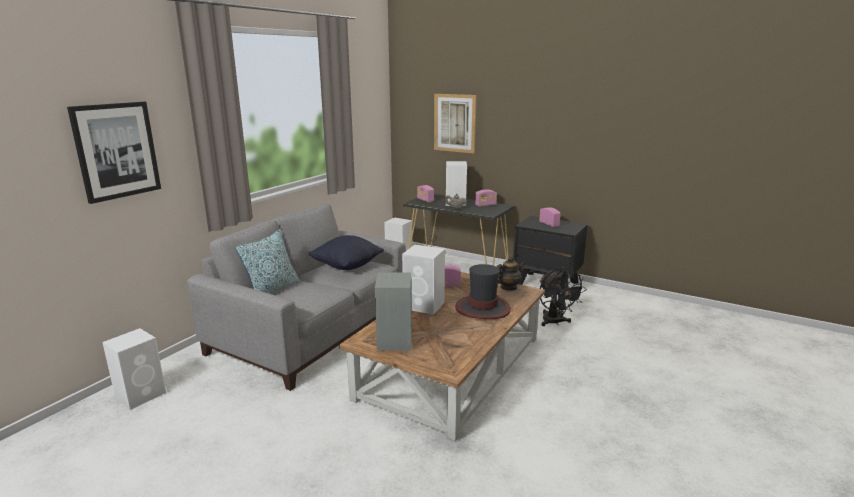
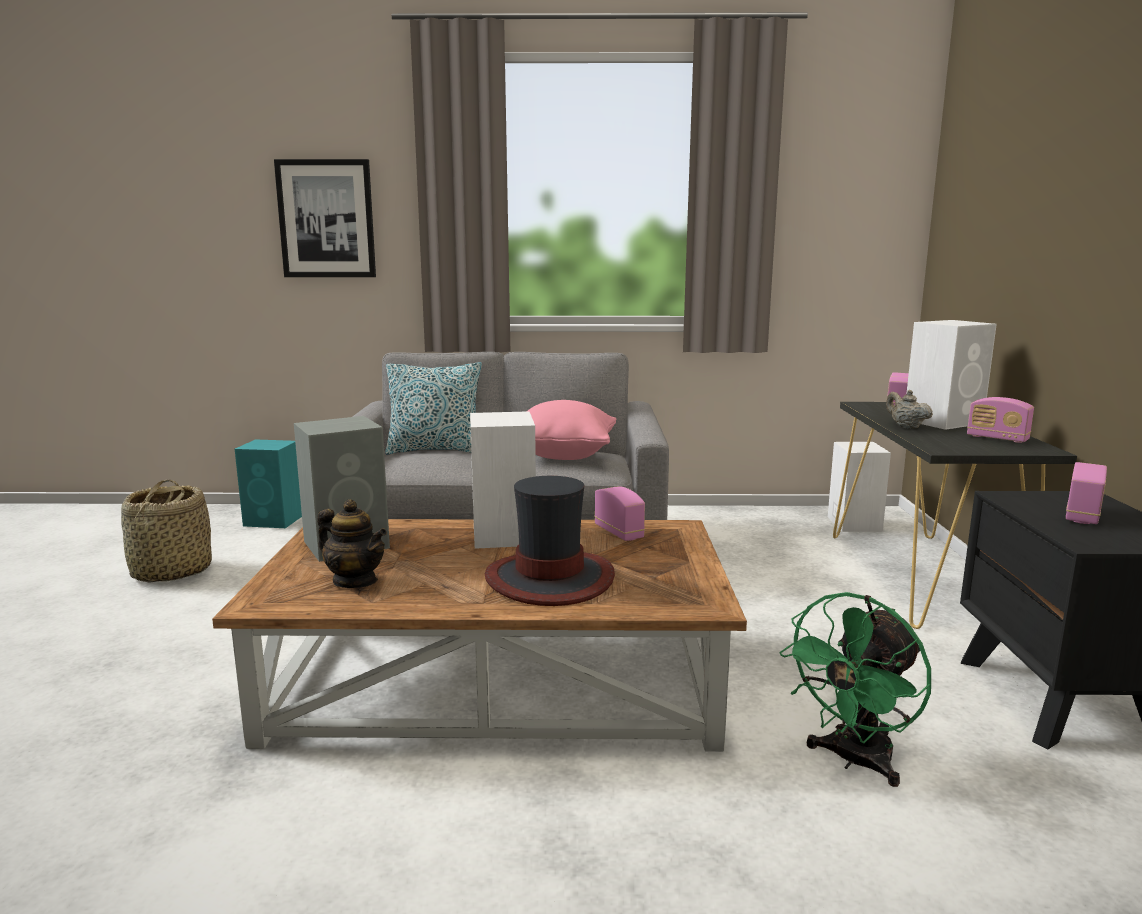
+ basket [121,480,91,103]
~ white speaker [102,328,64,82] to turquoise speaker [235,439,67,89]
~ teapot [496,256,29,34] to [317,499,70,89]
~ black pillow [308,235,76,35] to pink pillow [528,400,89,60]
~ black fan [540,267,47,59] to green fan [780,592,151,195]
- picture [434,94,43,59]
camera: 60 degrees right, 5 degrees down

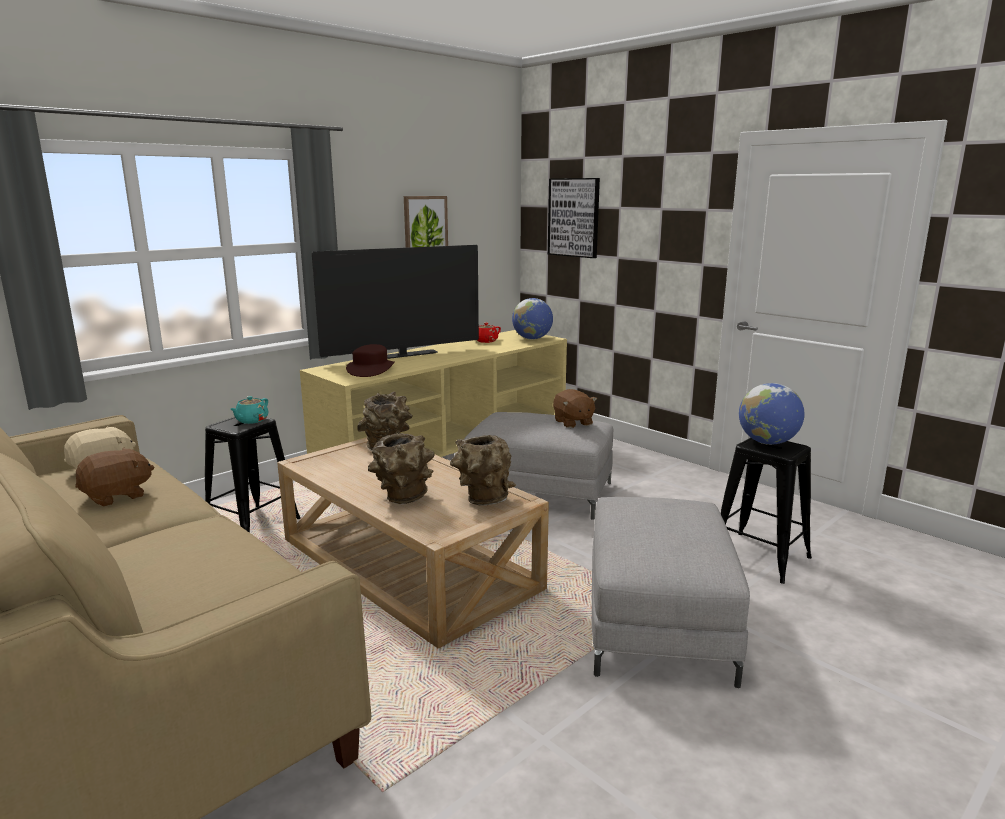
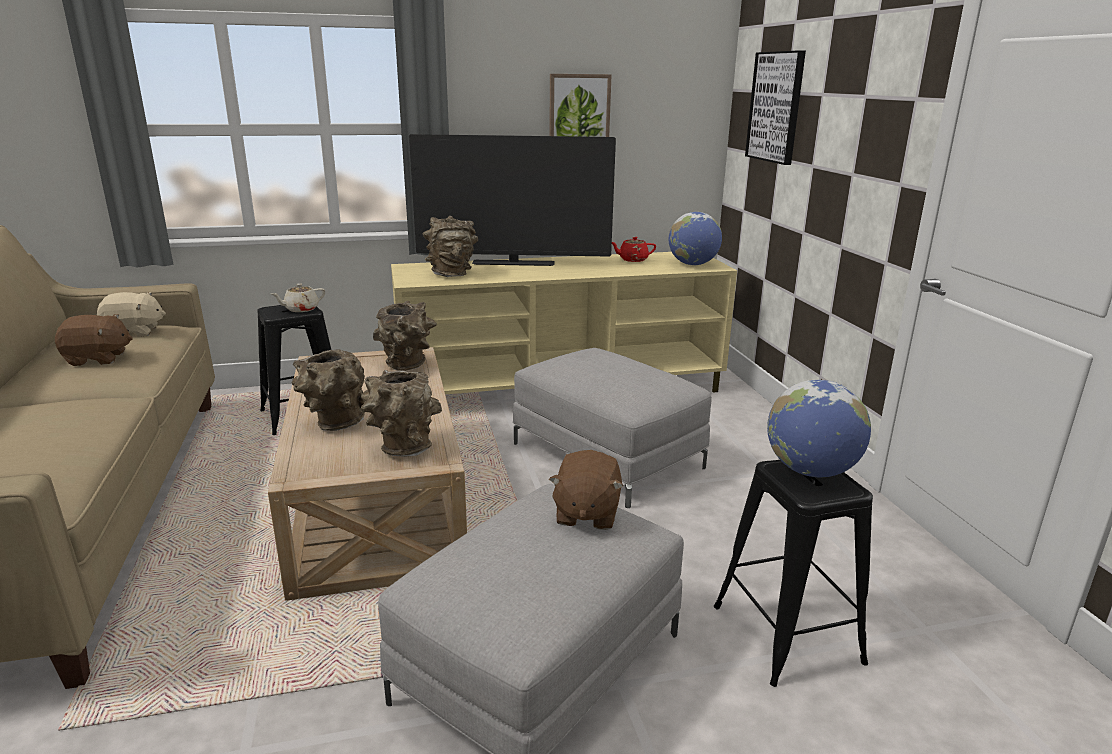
~ turquoise teapot [231,396,37,28] to beige teapot [271,283,54,29]
~ brown hat [346,344,49,33] to brown vase [423,216,55,61]
~ brown plush toy [553,389,44,39] to [549,450,74,80]
camera: 30 degrees right, 5 degrees up

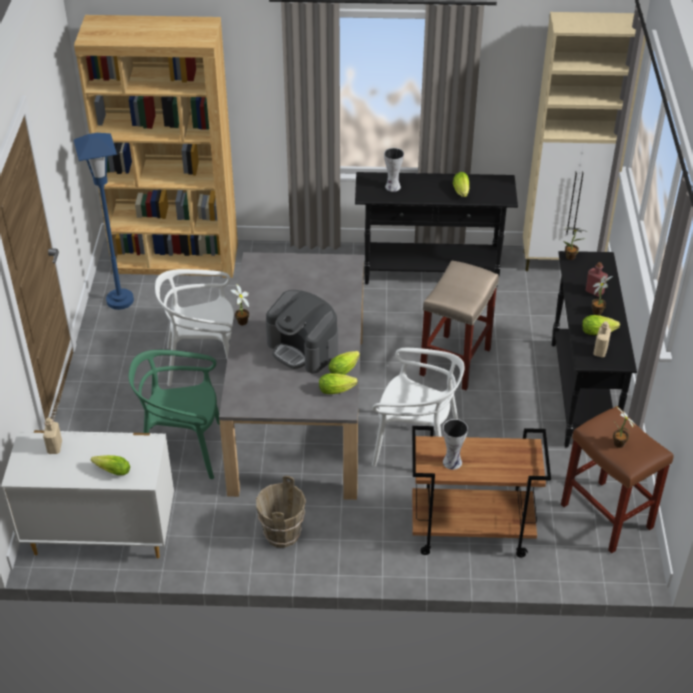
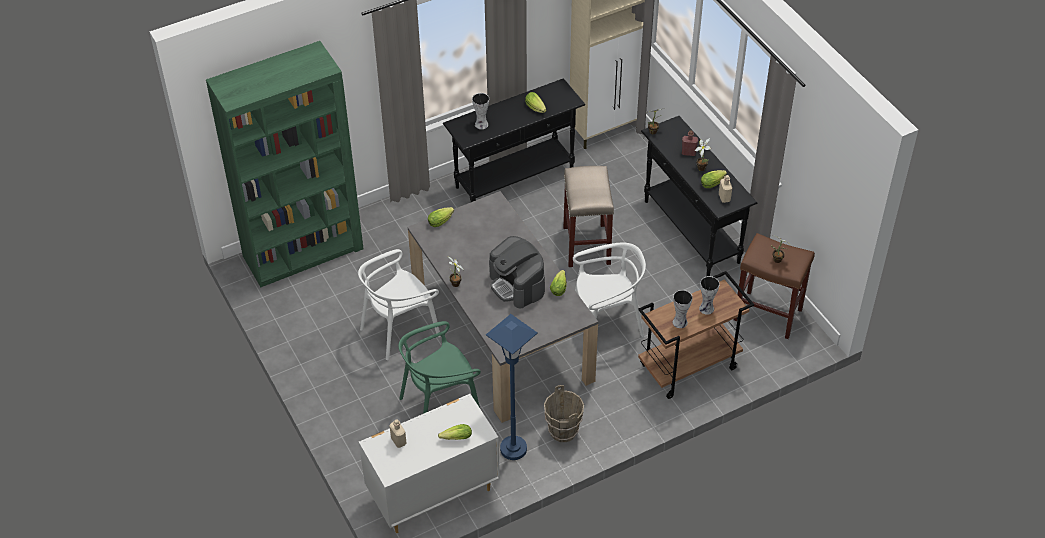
~ brown bookcase [74,15,164,263] to green bookcase [206,41,157,246]
~ lettuce [319,373,39,21] to [428,207,26,20]
~ blue floor lamp [74,133,60,177] to [486,314,52,146]
~ coffee machine [266,290,72,83] = [489,236,56,72] 45 degrees clockwise
+ vase [699,276,21,39]
camera: 30 degrees left, 5 degrees up

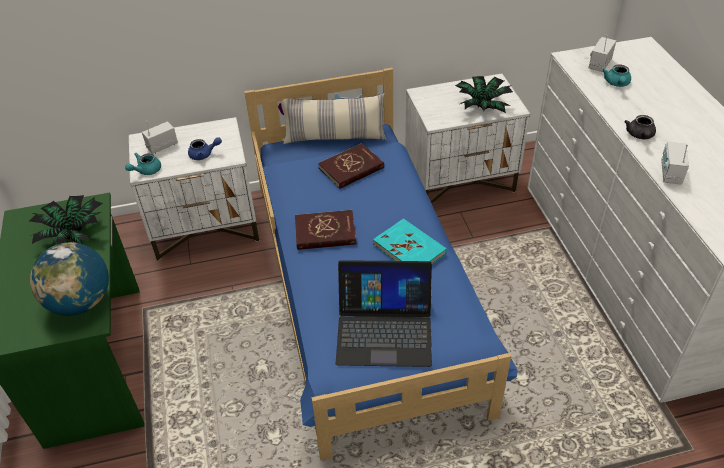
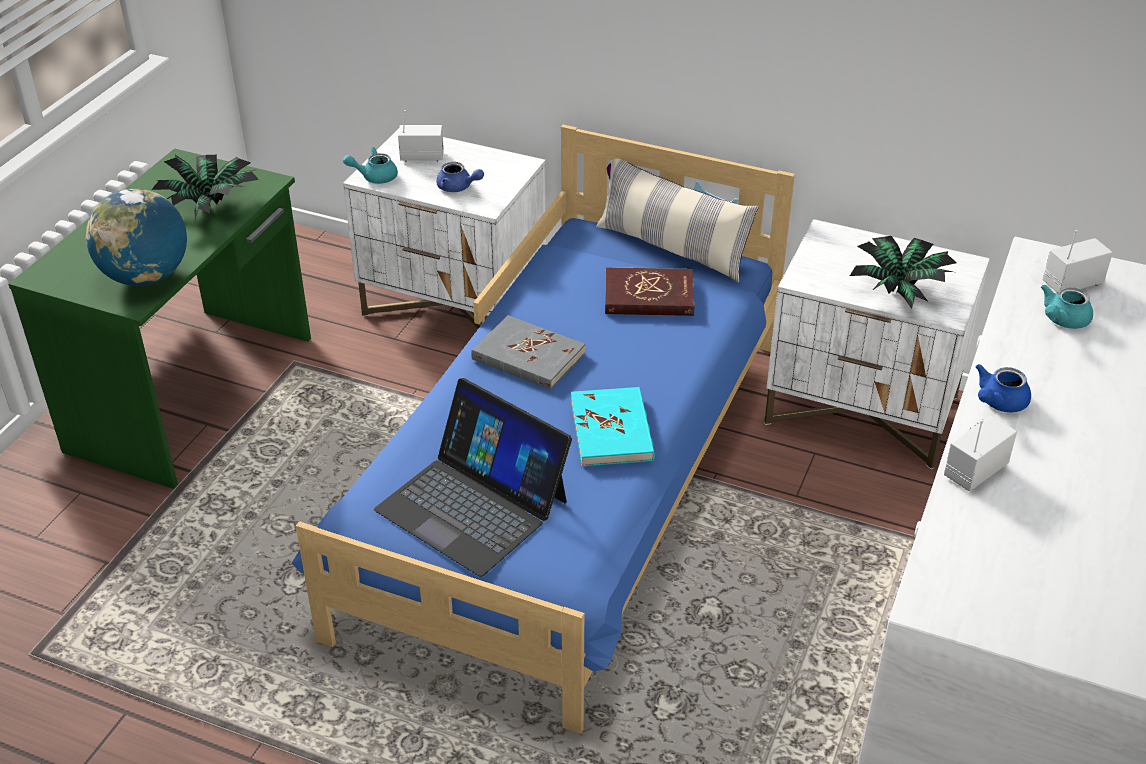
~ red book [295,210,61,40] to grey book [471,315,114,75]
~ grey teapot [624,115,32,24] to blue teapot [976,364,55,48]
camera: 35 degrees right, 5 degrees down

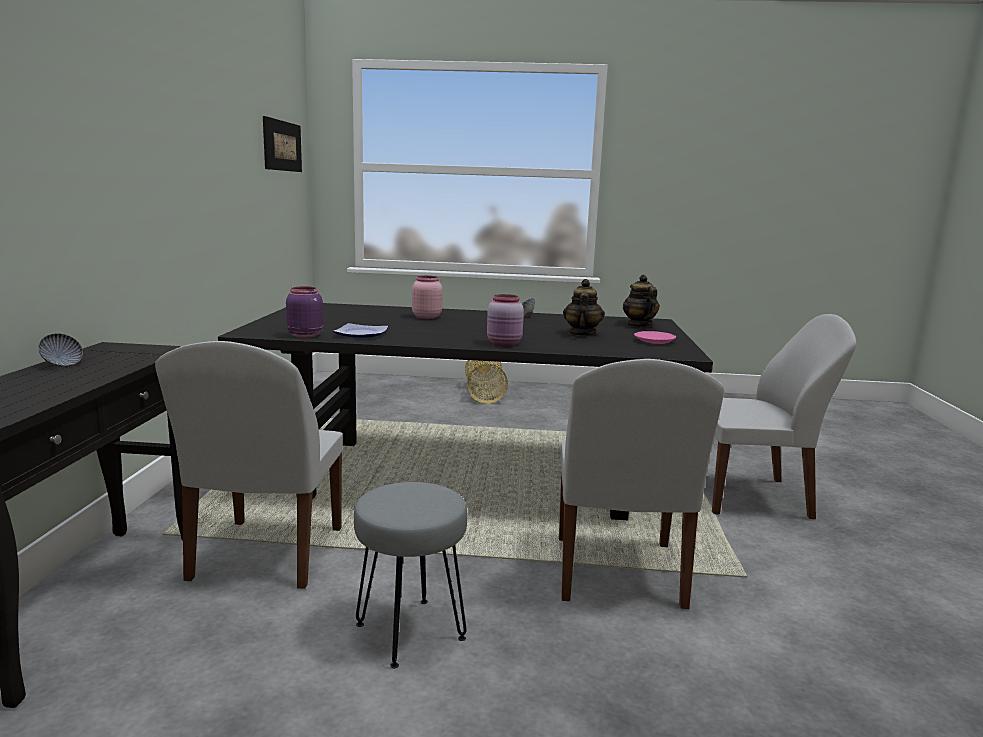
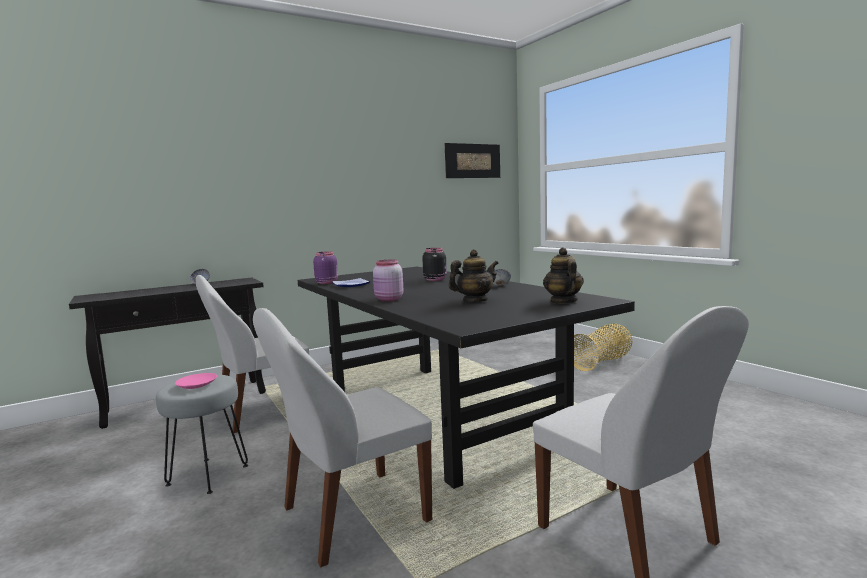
~ pink plate [634,331,42,13] to [175,373,42,16]
~ pink jar [412,276,31,43] to black jar [422,248,25,33]
~ teapot [623,275,37,52] = [543,248,41,56] 45 degrees counterclockwise
camera: 55 degrees right, 5 degrees down

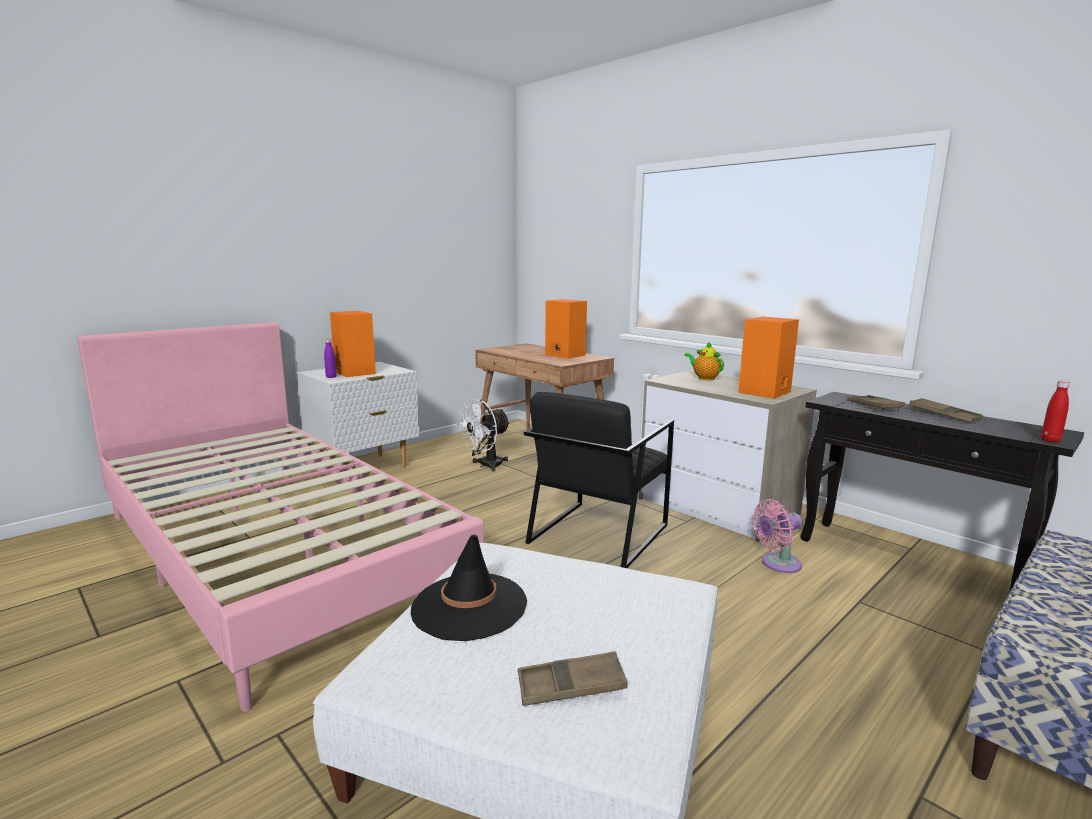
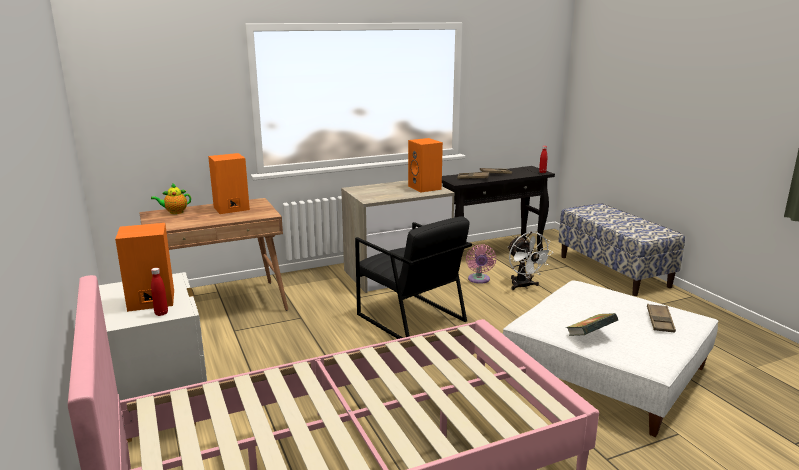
~ teapot [684,341,40,39] to [151,183,40,31]
~ purple bottle [324,339,13,39] to red bottle [151,268,17,48]
~ white fan [457,399,53,73] to [508,232,46,58]
~ black hat [411,535,116,106] to book [566,313,52,23]
camera: 70 degrees left, 5 degrees up

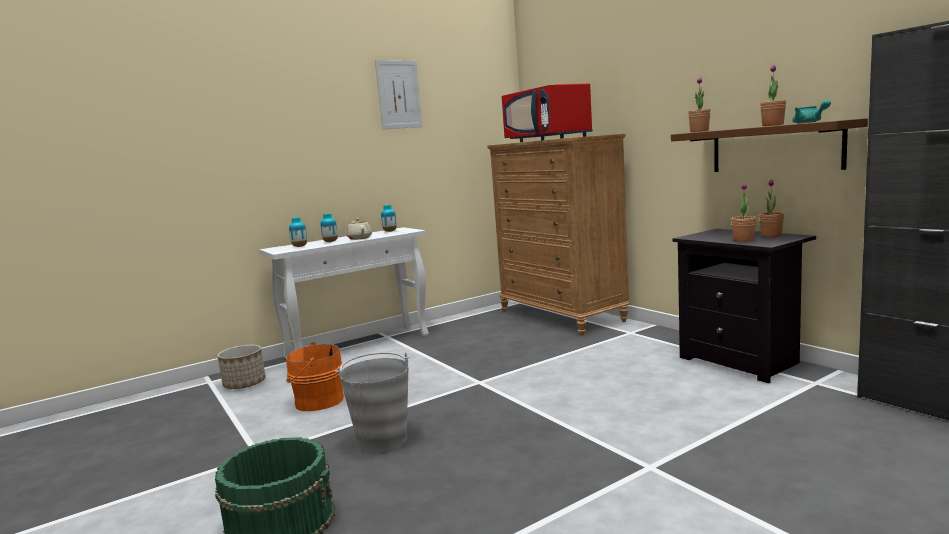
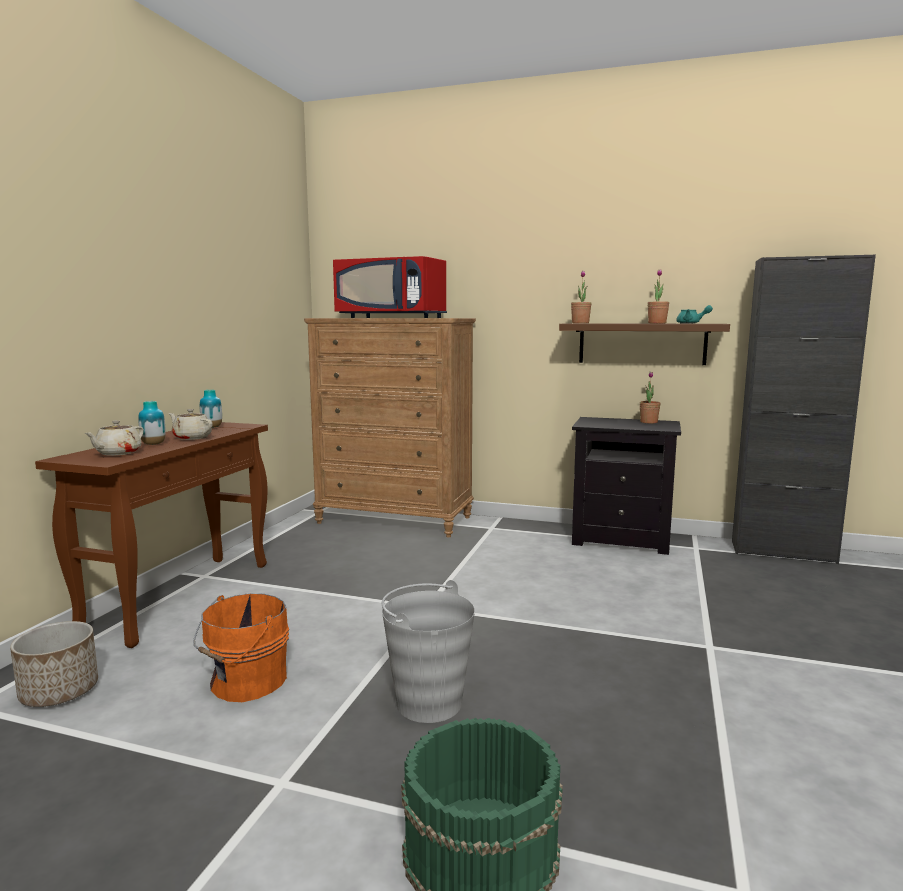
~ white console table [259,227,170,132] to brown console table [35,422,233,226]
~ vase [289,217,18,30] to beige teapot [85,420,59,36]
- picture [375,60,48,69]
- potted plant [731,183,25,59]
camera: 40 degrees left, 0 degrees up

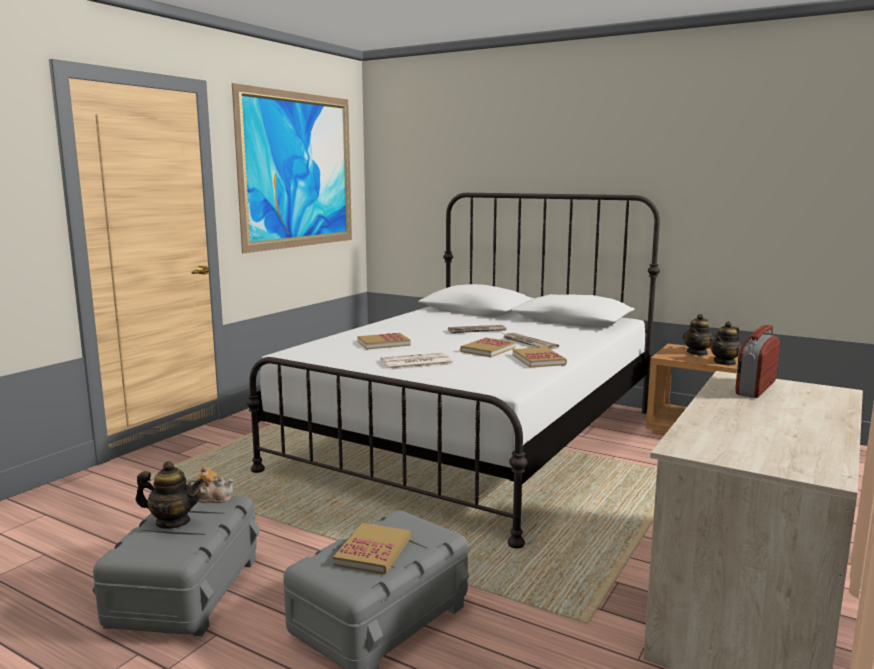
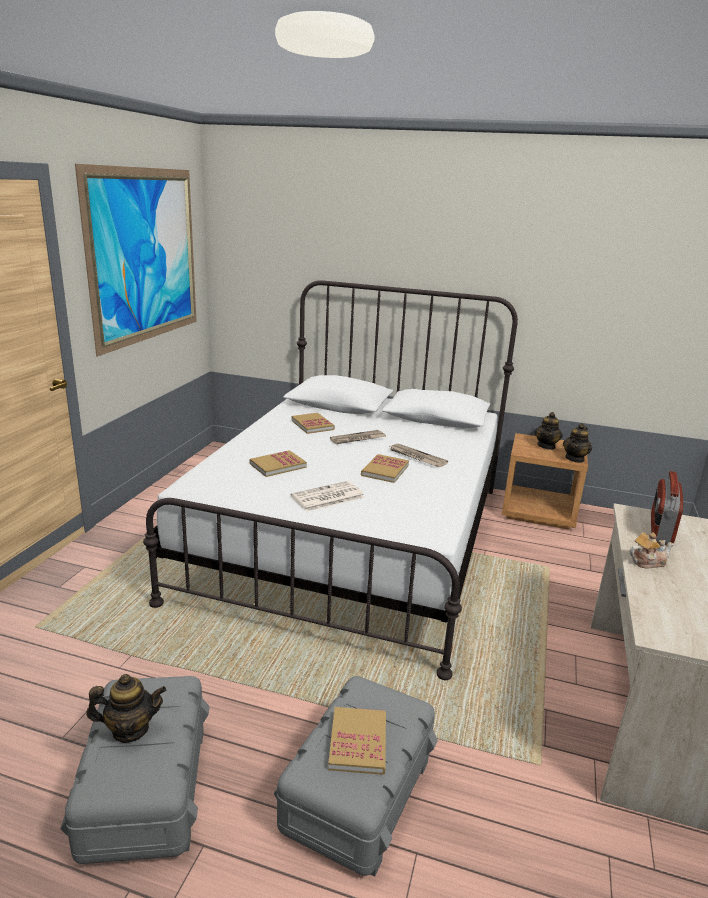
~ book [513,347,54,21] to [291,413,44,21]
~ teapot [188,465,46,38] to [630,532,44,37]
camera: 15 degrees left, 10 degrees up

